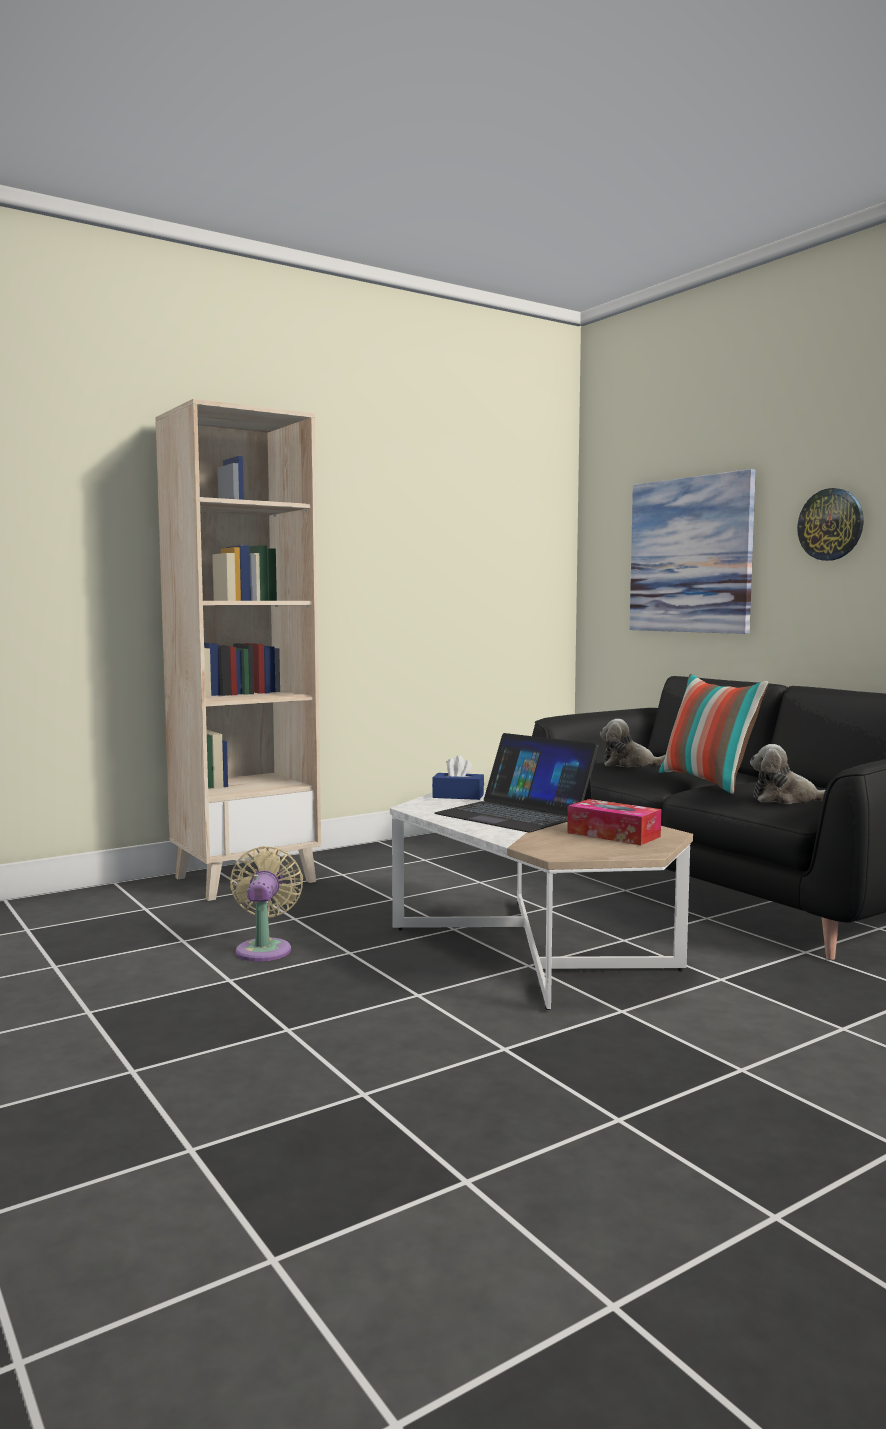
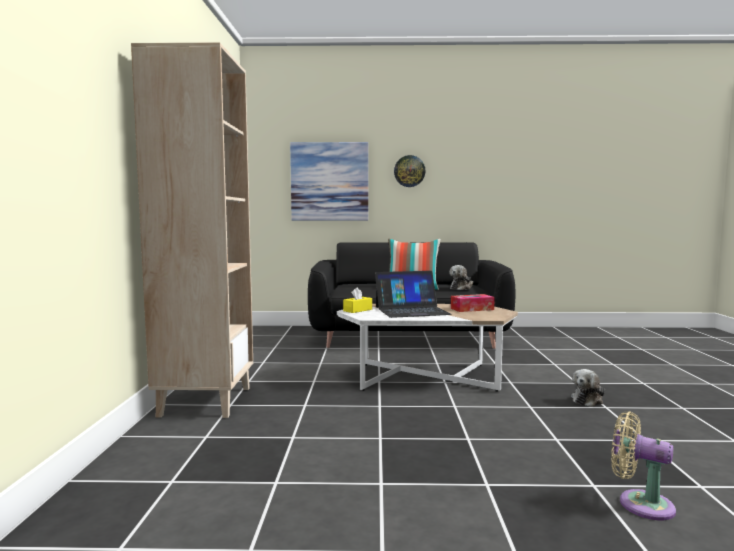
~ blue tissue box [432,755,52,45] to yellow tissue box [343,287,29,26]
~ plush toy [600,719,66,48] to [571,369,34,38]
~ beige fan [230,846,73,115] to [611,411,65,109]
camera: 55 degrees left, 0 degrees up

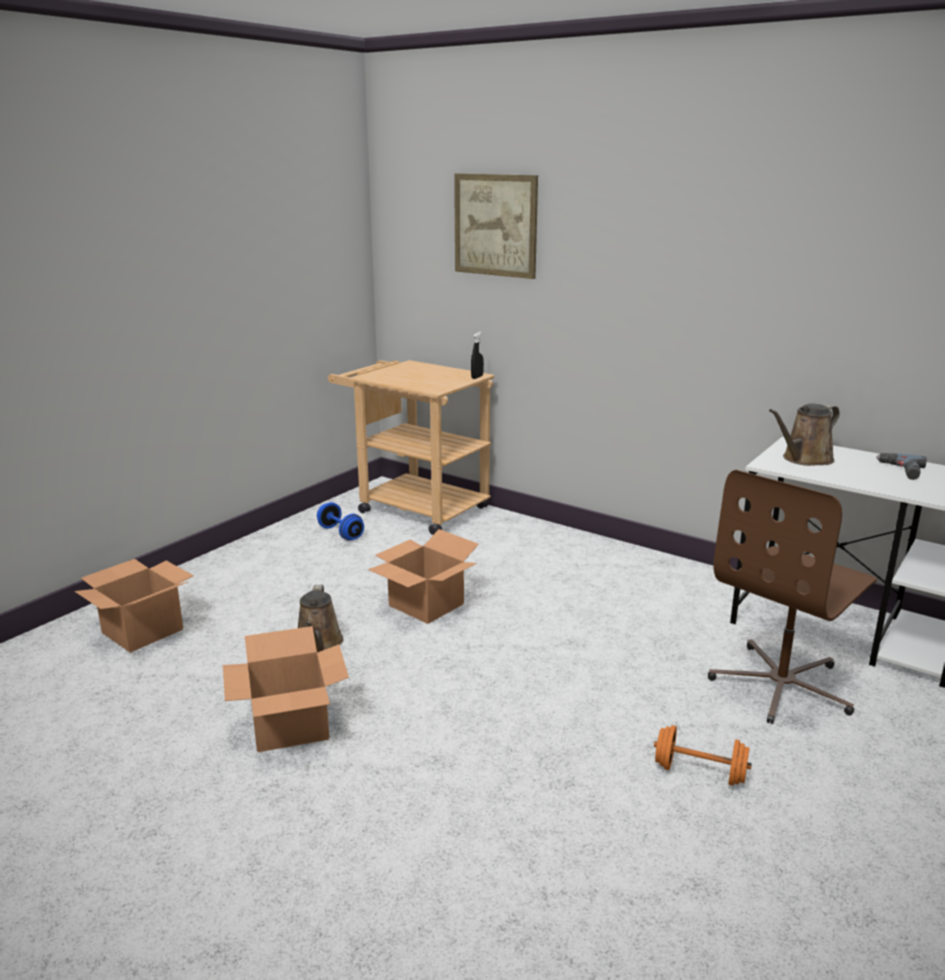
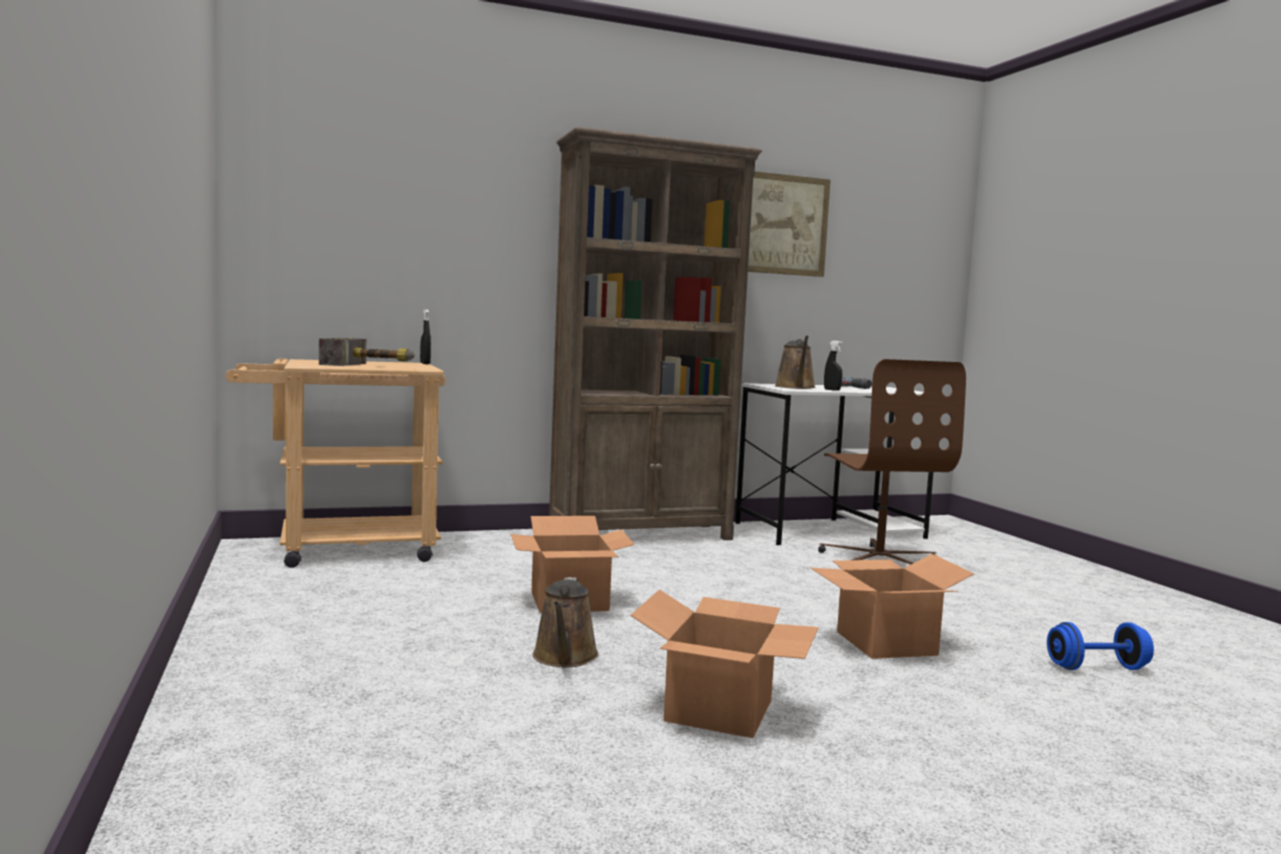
+ hammer [319,338,96,28]
~ brown watering can [298,584,46,69] = [532,577,67,90] 60 degrees clockwise
+ brown bookcase [549,127,213,413]
~ picture [454,173,84,106] to [748,171,82,106]
~ cardboard box [74,559,120,94] to [811,554,163,105]
+ black spray bottle [824,341,18,50]
~ blue dumbbell [317,502,47,39] to [1047,622,107,48]
- orange dumbbell [654,725,98,61]
camera: 55 degrees left, 15 degrees down

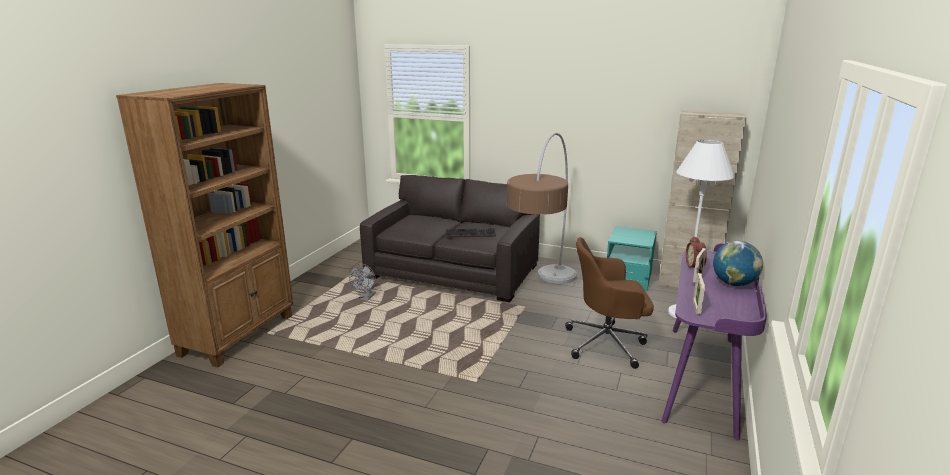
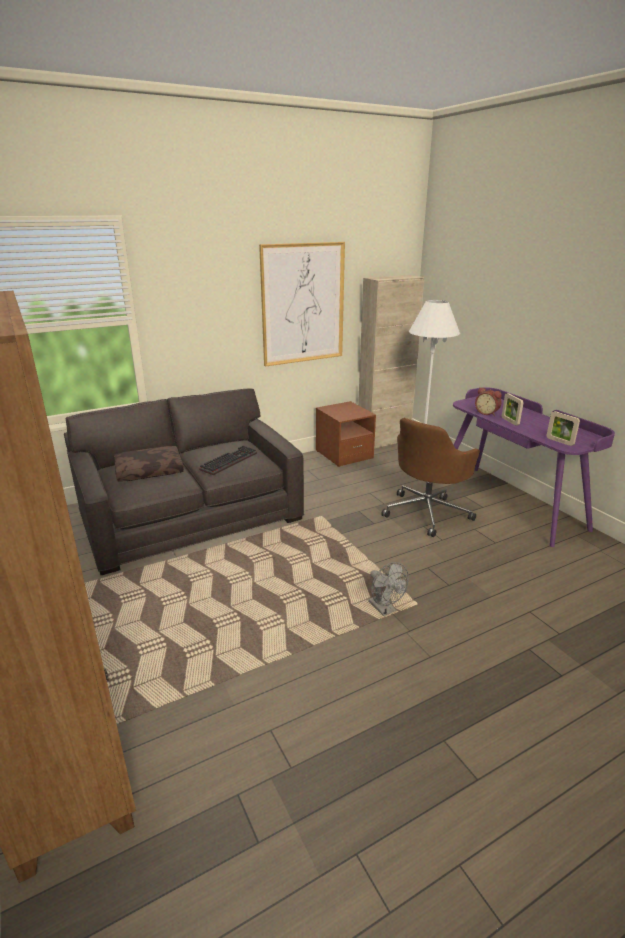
+ brown pillow [114,446,70,36]
+ picture [259,242,86,125]
~ turquoise nightstand [607,226,50,65] to brown nightstand [316,401,60,66]
~ grey fan [349,264,27,37] to [368,562,41,54]
- floor lamp [507,133,70,151]
- globe [713,241,50,45]
camera: 50 degrees left, 5 degrees up

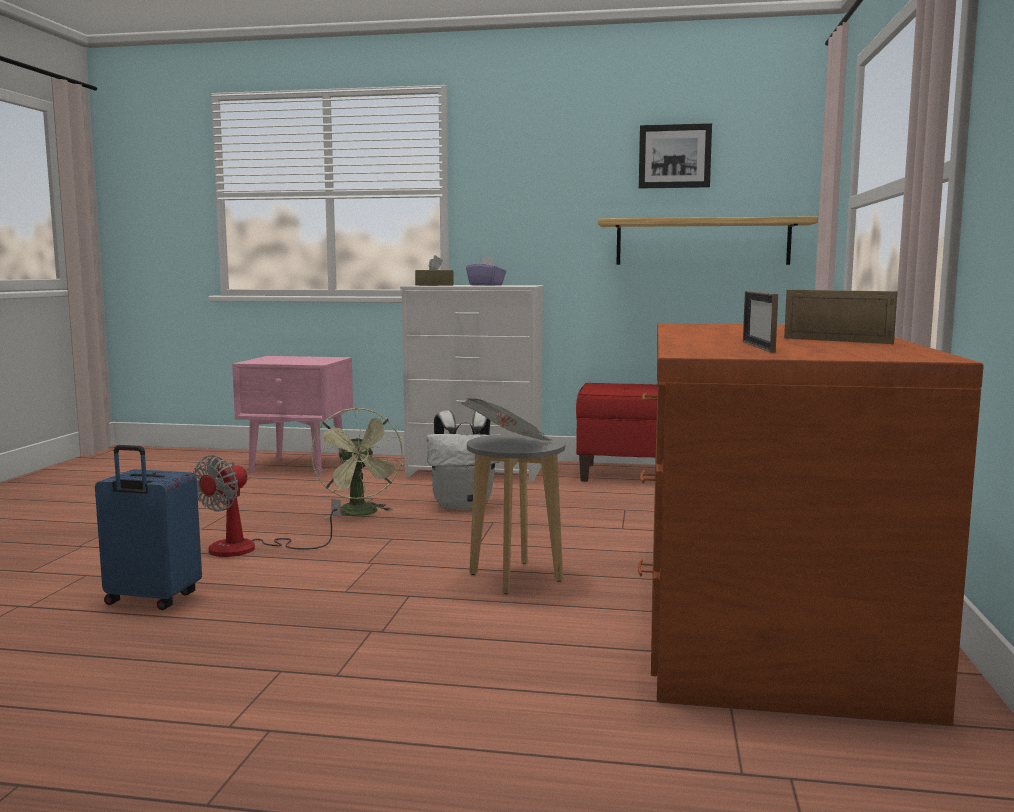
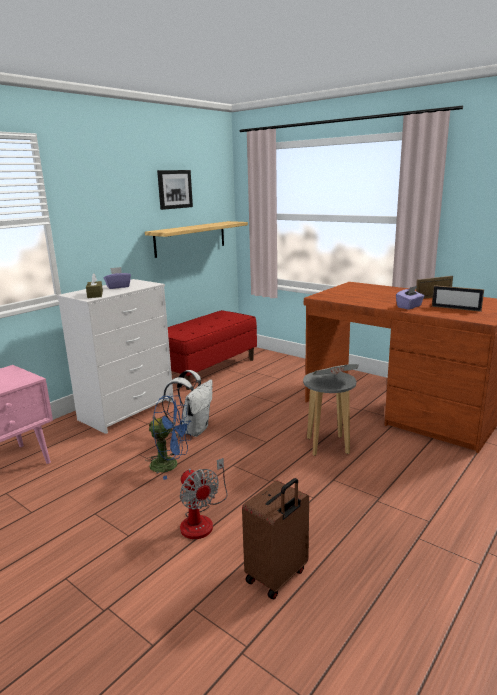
~ green fan [311,407,92,111] to blue fan [145,396,46,84]
~ blue suitcase [95,445,107,165] to brown suitcase [242,478,67,122]
+ purple tissue box [396,286,29,24]
camera: 60 degrees left, 10 degrees up

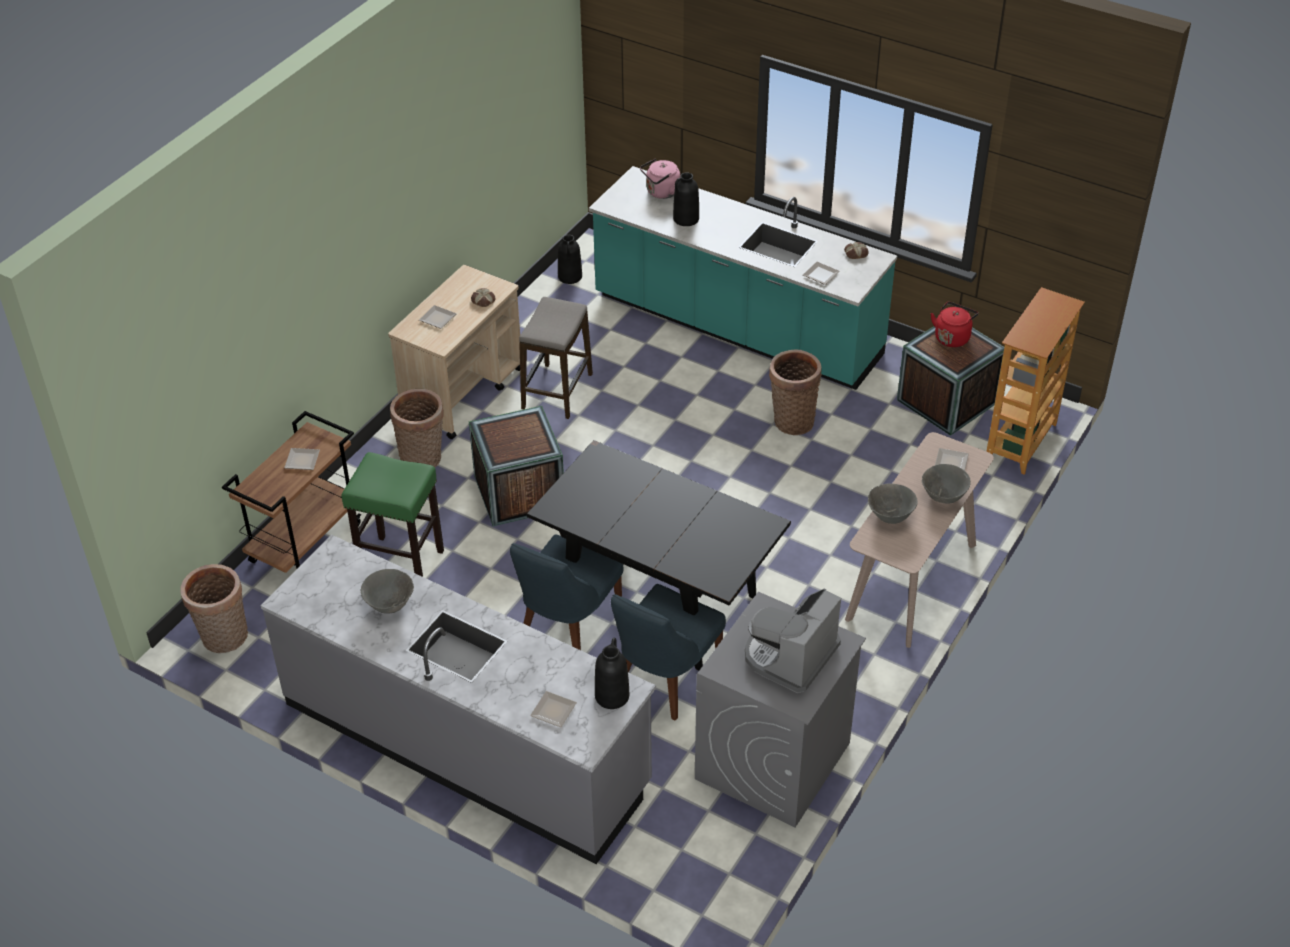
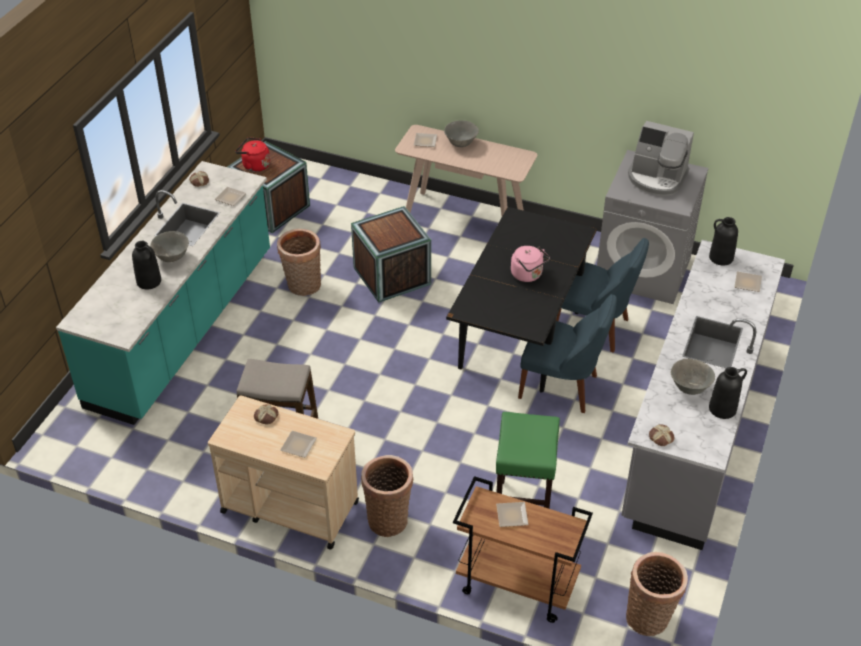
~ grey bowl [868,484,50,40] to [150,231,39,31]
~ crate [469,406,95,120] to [351,206,80,97]
~ pink kettle [640,158,40,41] to [511,246,39,36]
+ bread [649,424,25,22]
~ black vase [558,235,24,49] to [709,367,38,52]
- bookcase [986,287,99,188]
camera: 100 degrees left, 0 degrees up

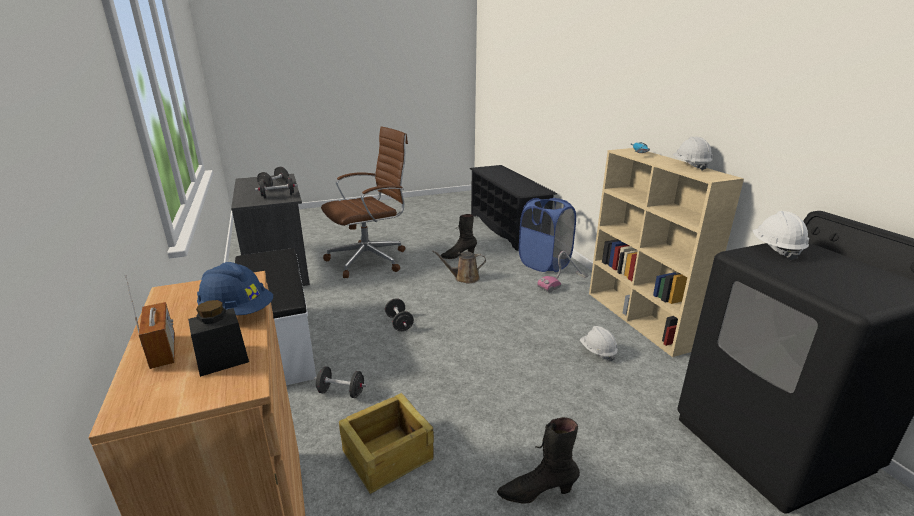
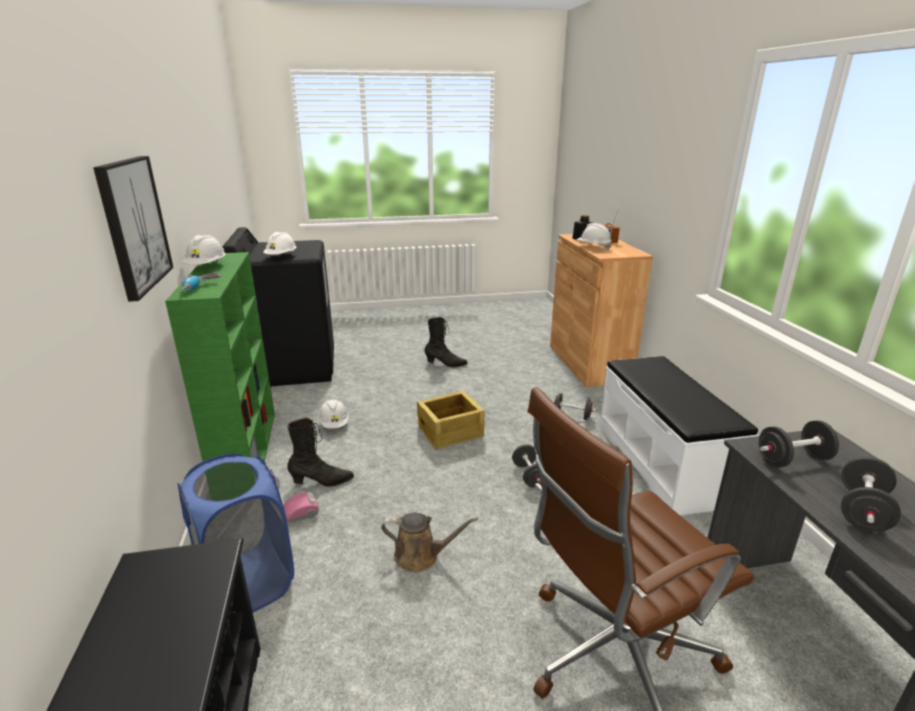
+ picture [93,156,80,146]
~ beige bookcase [589,148,155,209] to green bookcase [165,252,110,210]
~ black boot [440,214,37,45] to [287,418,67,69]
~ crate [339,393,95,101] to [417,391,68,59]
~ blue hard hat [197,262,76,53] to white hard hat [577,223,35,26]
camera: 170 degrees left, 0 degrees up

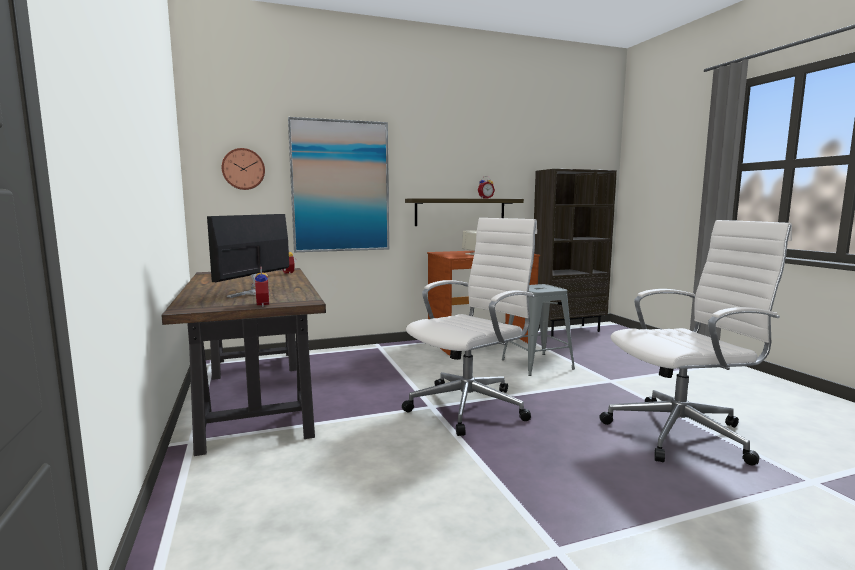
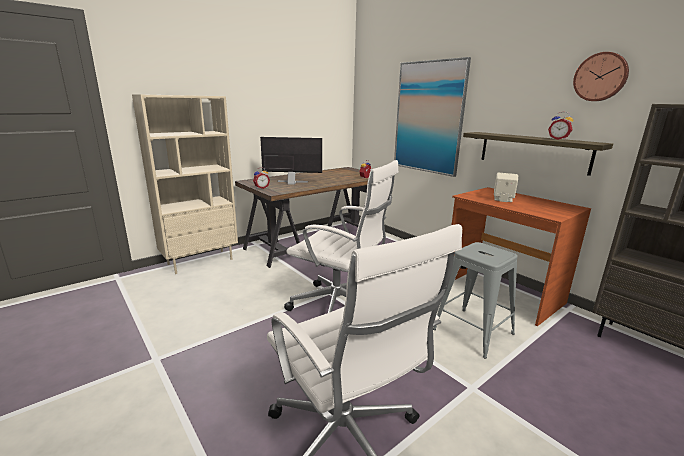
+ beige bookcase [132,94,106,180]
~ wall clock [222,148,43,42] to [573,52,56,49]
camera: 70 degrees right, 10 degrees up

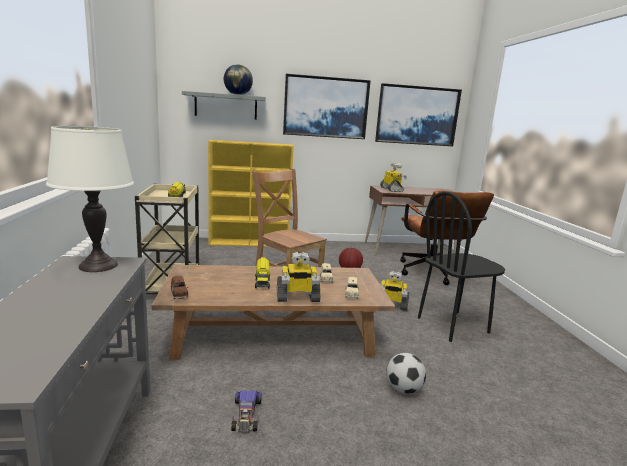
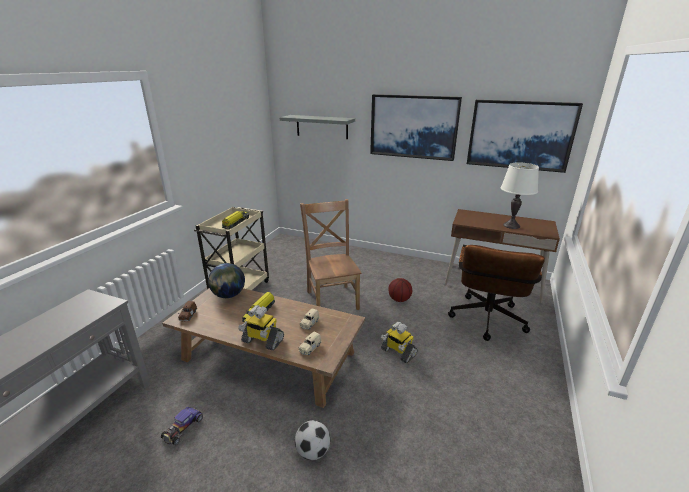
~ globe [224,65,29,30] to [208,263,37,35]
~ white table lamp [46,126,88,146] to [501,163,38,66]
- yellow bookcase [208,140,86,107]
- toy robot [380,163,27,29]
- black chair [418,191,87,151]
camera: 30 degrees right, 10 degrees up

